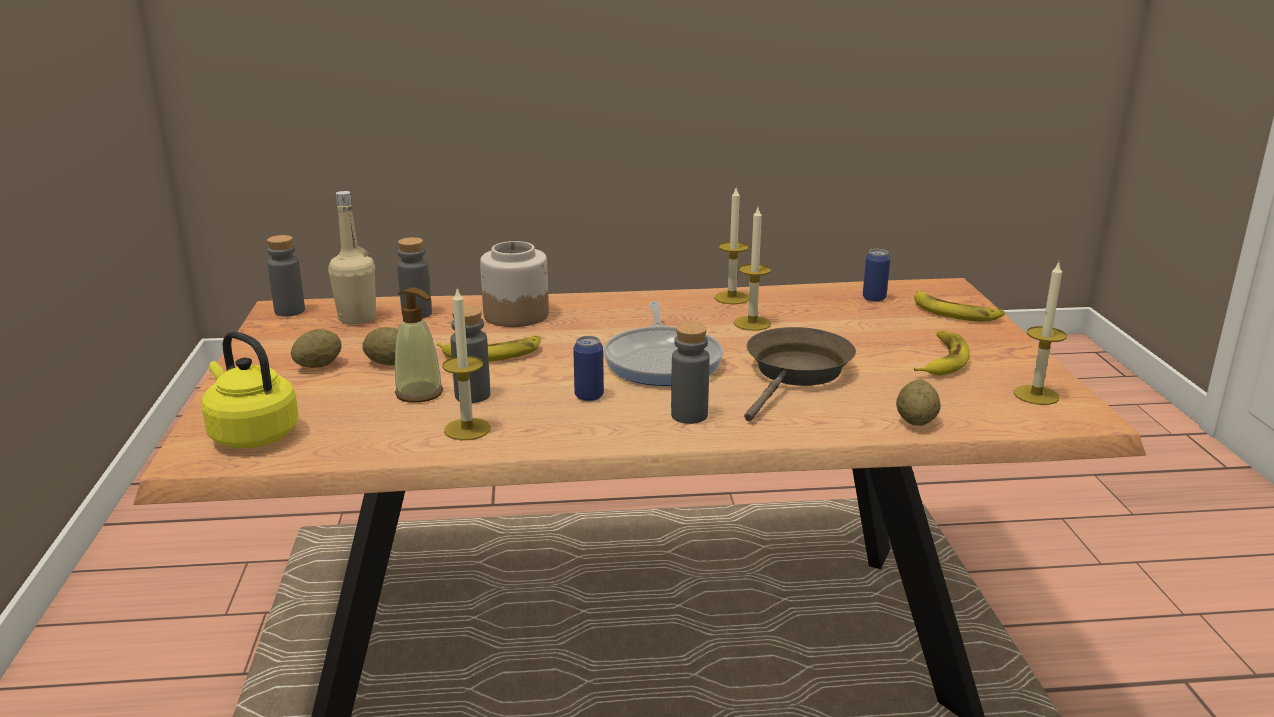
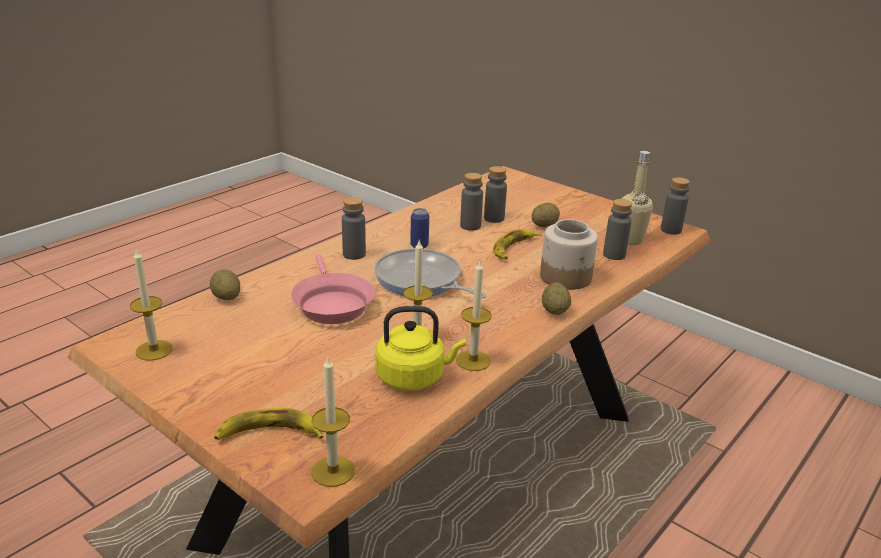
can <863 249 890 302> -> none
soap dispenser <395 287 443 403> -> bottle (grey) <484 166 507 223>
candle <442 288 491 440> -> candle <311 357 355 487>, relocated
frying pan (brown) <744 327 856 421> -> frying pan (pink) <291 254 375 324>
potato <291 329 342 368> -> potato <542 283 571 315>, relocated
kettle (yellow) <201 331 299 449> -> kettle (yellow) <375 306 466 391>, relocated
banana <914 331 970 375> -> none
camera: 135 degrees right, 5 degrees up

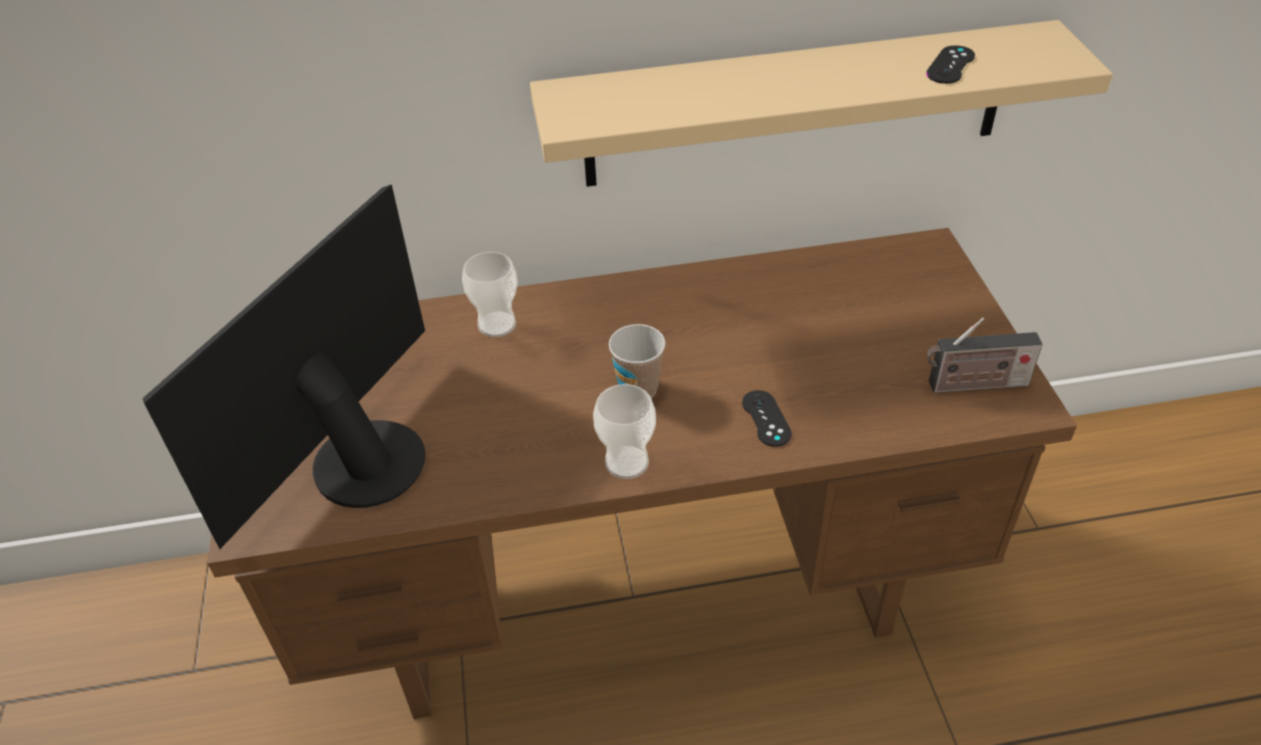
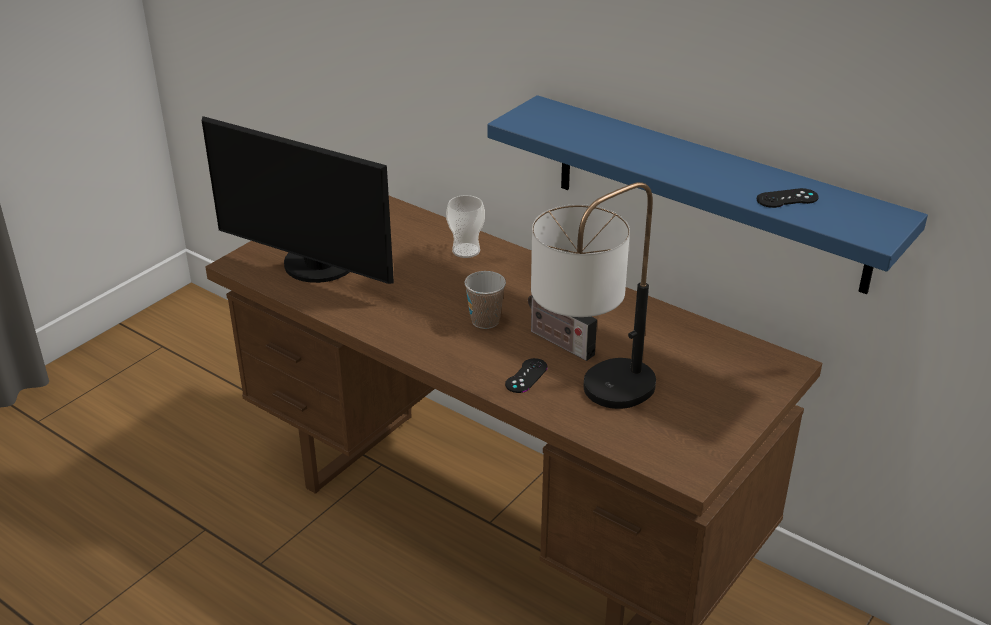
shelf (beige) <530 20 1113 187> -> shelf (blue) <487 95 928 294>
monitor <142 184 426 549> -> monitor <202 116 394 284>, 135 degrees counterclockwise
radio <926 317 1043 393> -> radio <528 295 597 361>, relocated
cup <593 384 656 479> -> none
none -> table lamp <531 182 656 409>
camera: 45 degrees right, 10 degrees down

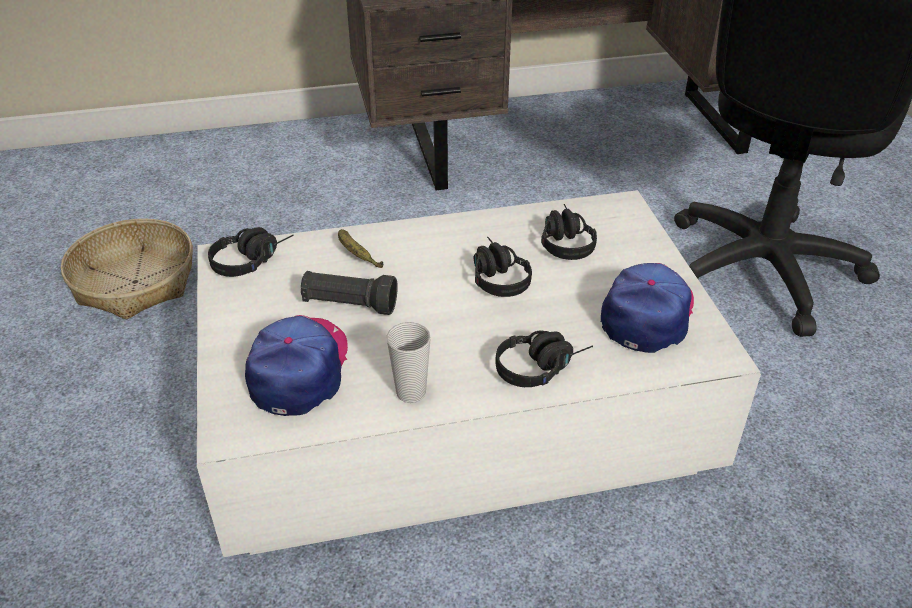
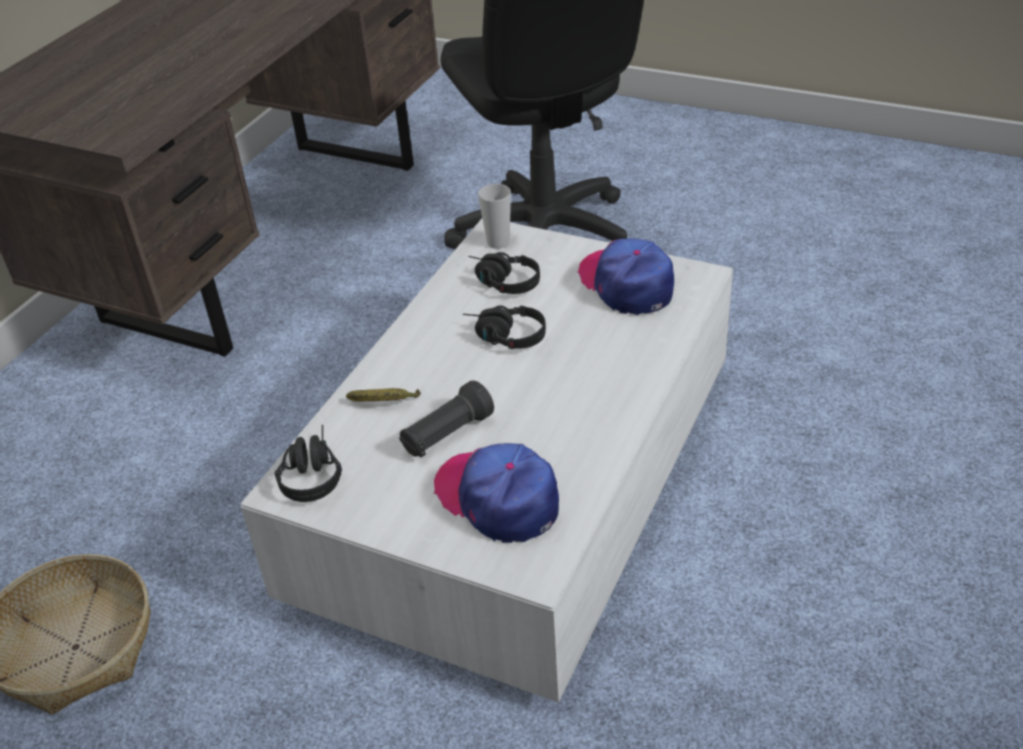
cup <386 322 431 403> -> cup <478 184 511 249>, relocated
headphones (black) <495 331 593 387> -> none
camera: 50 degrees left, 0 degrees up

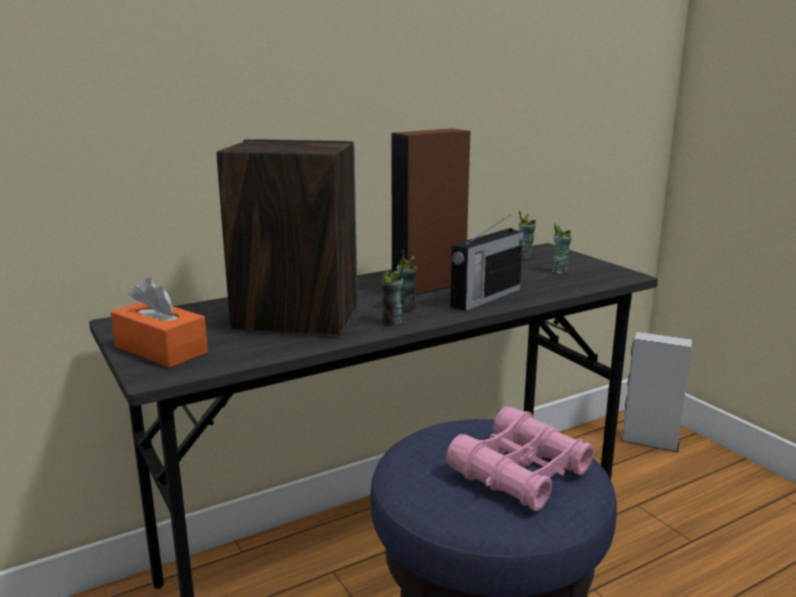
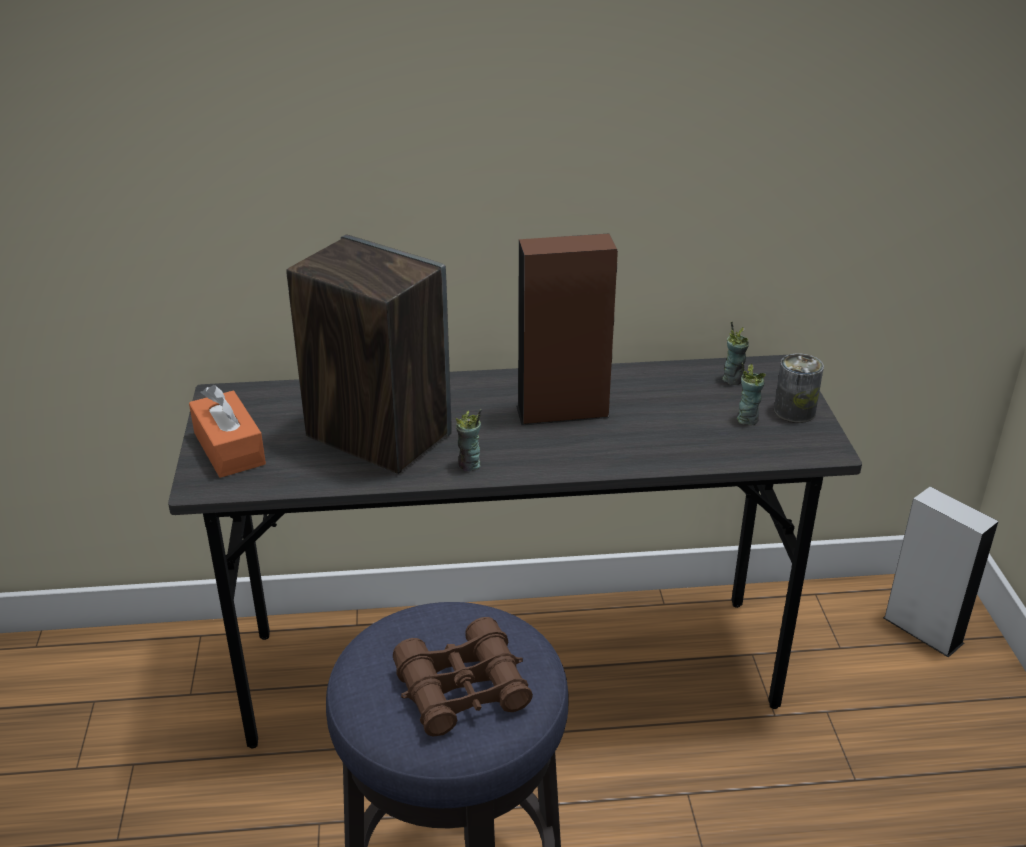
radio <450 215 524 311> -> none
cup <397 250 417 311> -> none
binoculars (pink) <446 406 594 511> -> binoculars (brown) <393 617 533 737>
none -> can <774 353 824 423>
camera: 25 degrees right, 15 degrees up

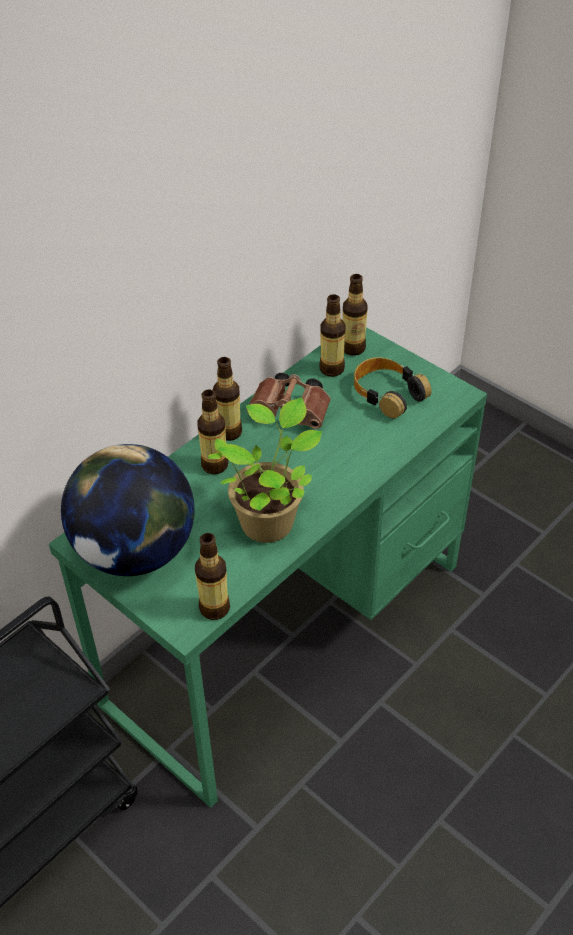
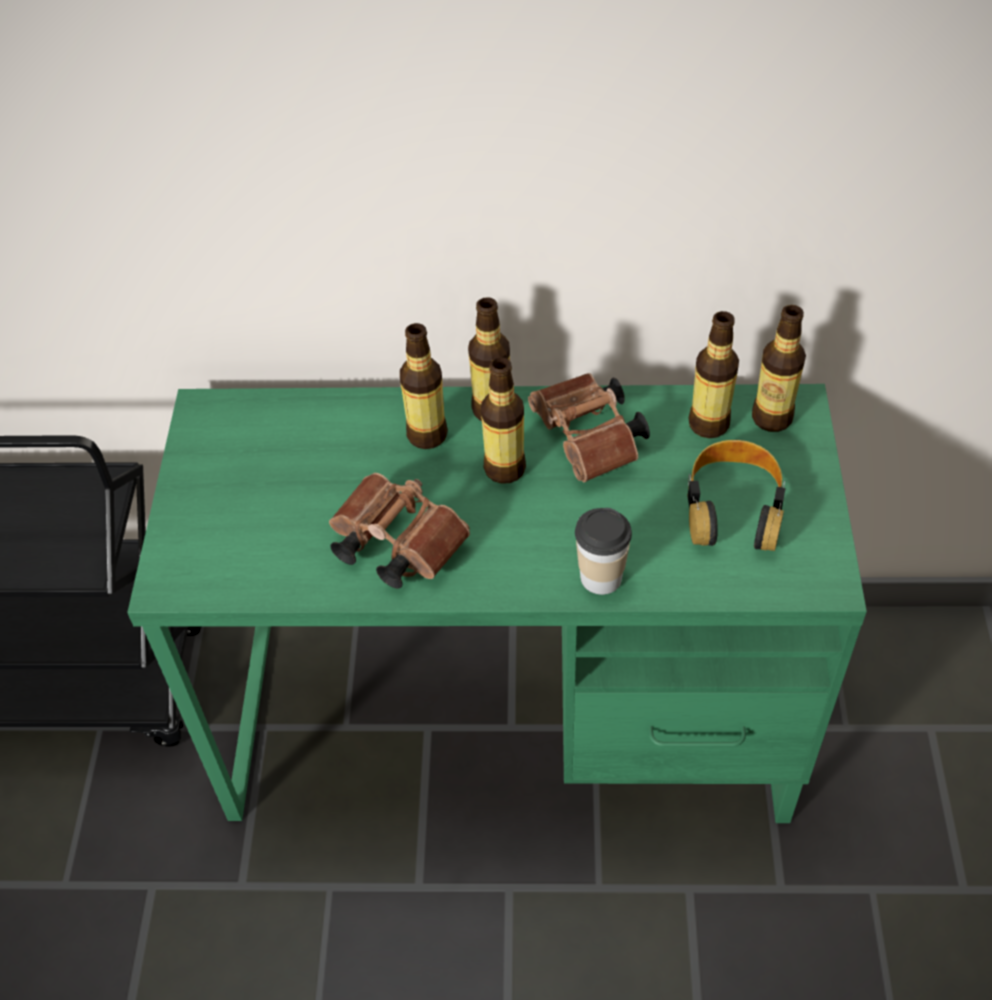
potted plant <208 398 322 543> -> binoculars (brown) <329 473 470 589>
globe <61 444 195 576> -> none
bottle <195 533 230 620> -> bottle <481 357 526 484>, relocated
none -> cup <575 508 632 595>
camera: 50 degrees right, 5 degrees up

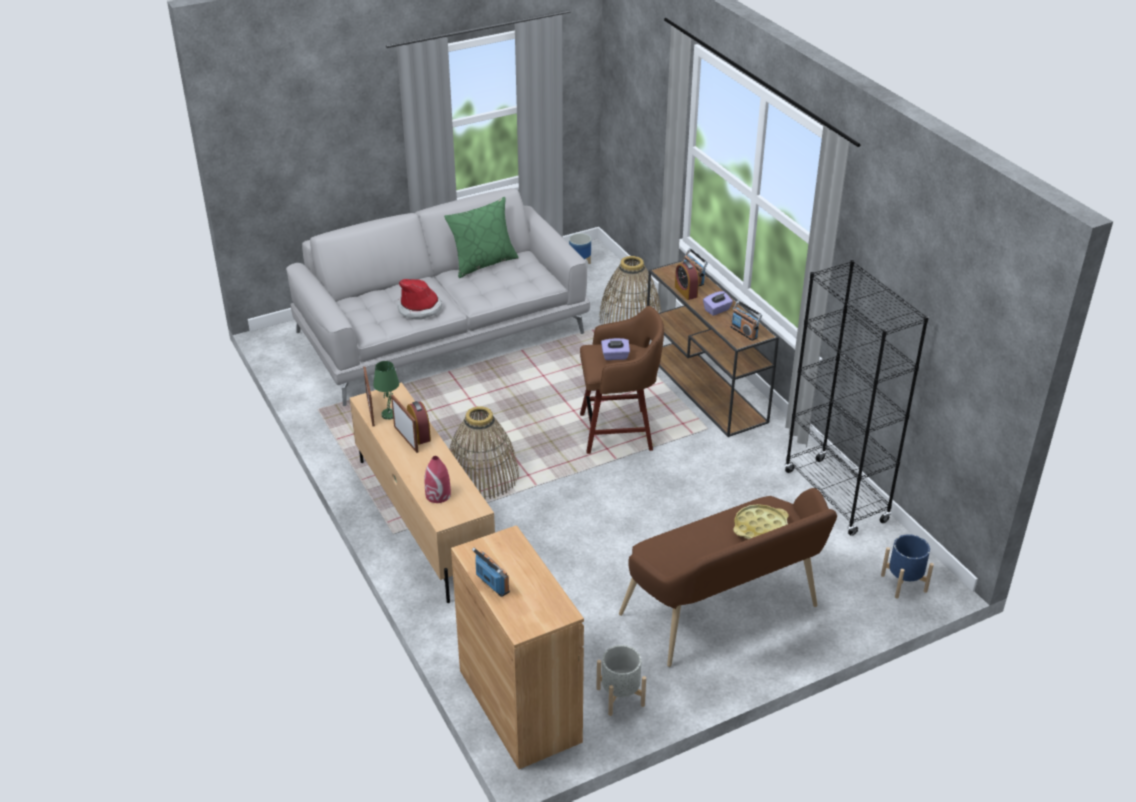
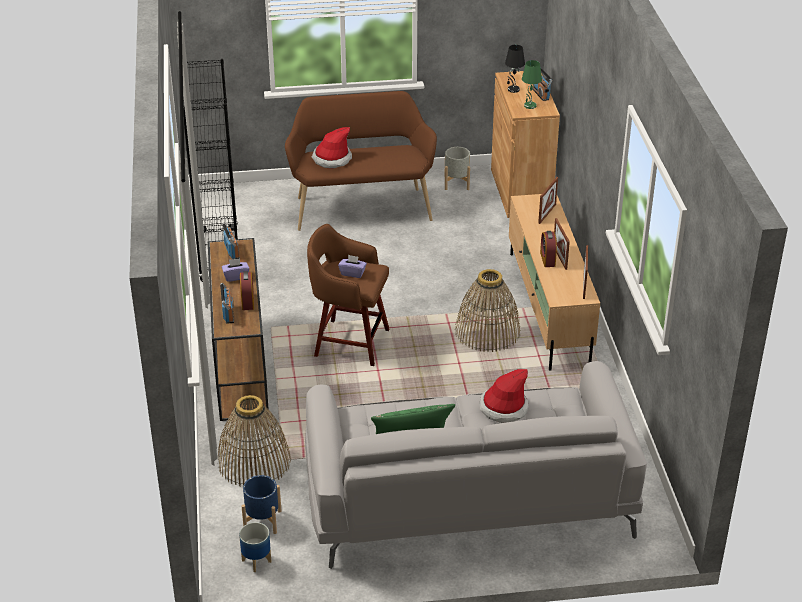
table lamp (green) <373 361 399 420> -> table lamp (green) <522 60 542 109>, relocated
vase (red) <424 456 451 503> -> picture frame <538 177 558 224>
tray (yellow) <733 504 789 539> -> hat <312 127 352 168>
planter (blue) <881 534 934 599> -> planter (blue) <241 475 281 534>, relocated
none -> table lamp (black) <505 45 525 93>
camera: 160 degrees left, 0 degrees up

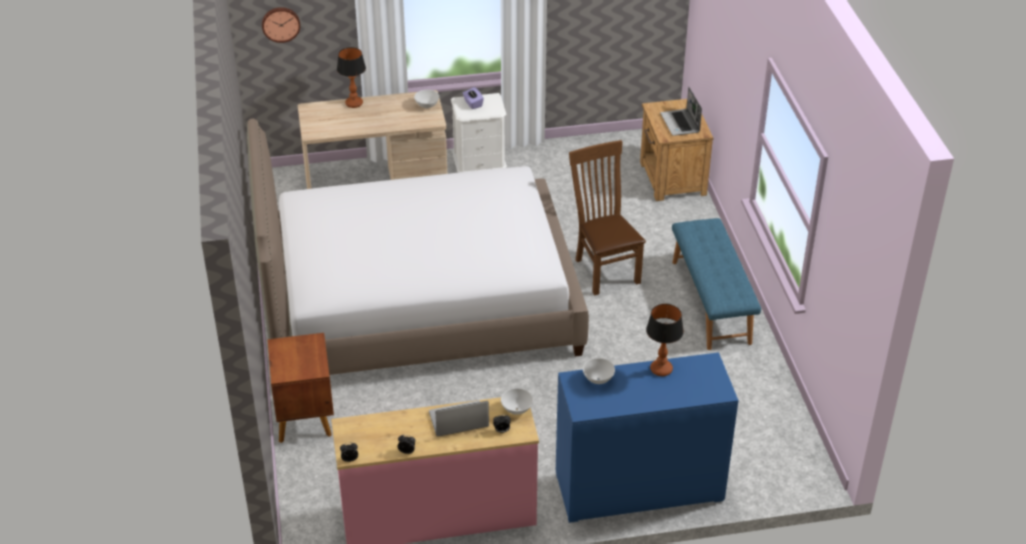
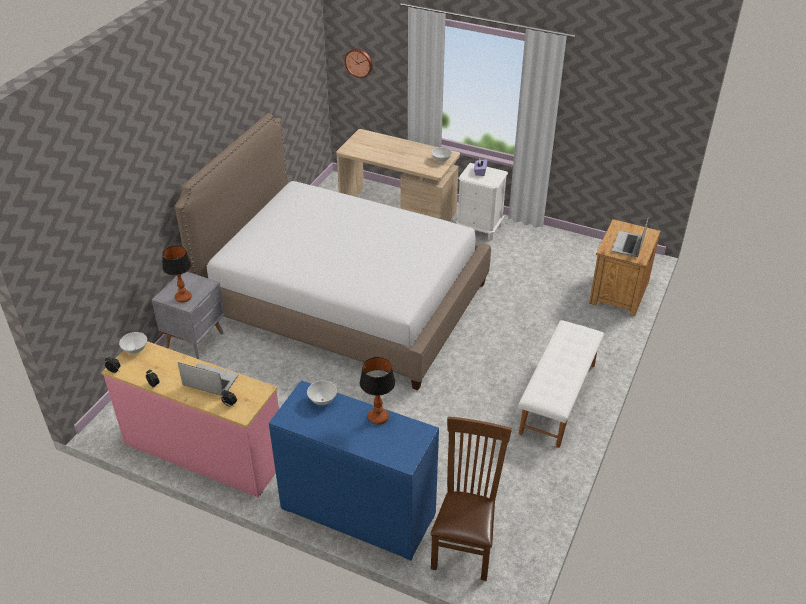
table lamp <337 47 366 108> -> table lamp <162 246 192 303>, relocated
chair (brown) <569 140 646 295> -> chair (brown) <431 416 512 581>, relocated
bench (blue) <672 218 761 350> -> bench (white) <519 320 604 448>
nightstand (brown) <267 333 334 443> -> nightstand (grey) <152 272 225 360>
bowl (white) <501 388 533 415> -> bowl (white) <119 332 147 354>, relocated
camera: 35 degrees right, 0 degrees up

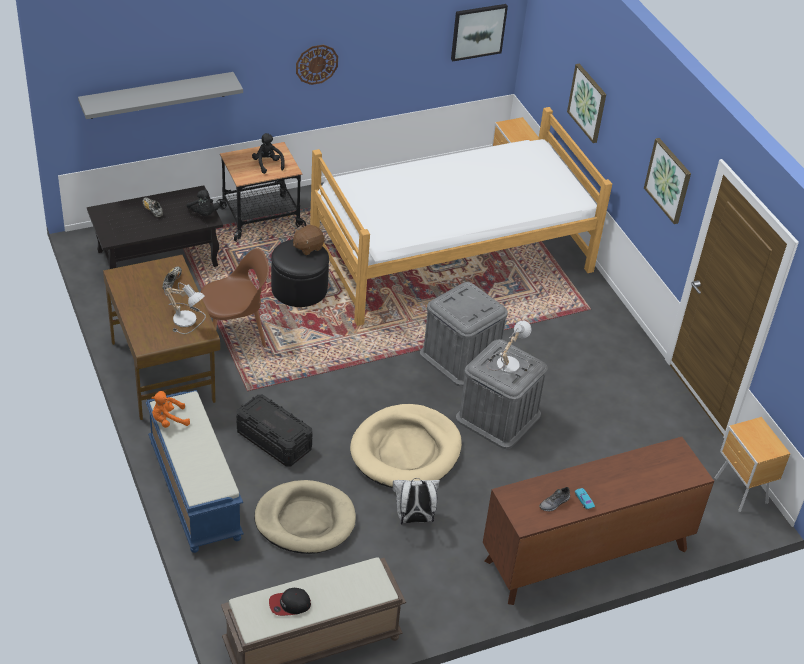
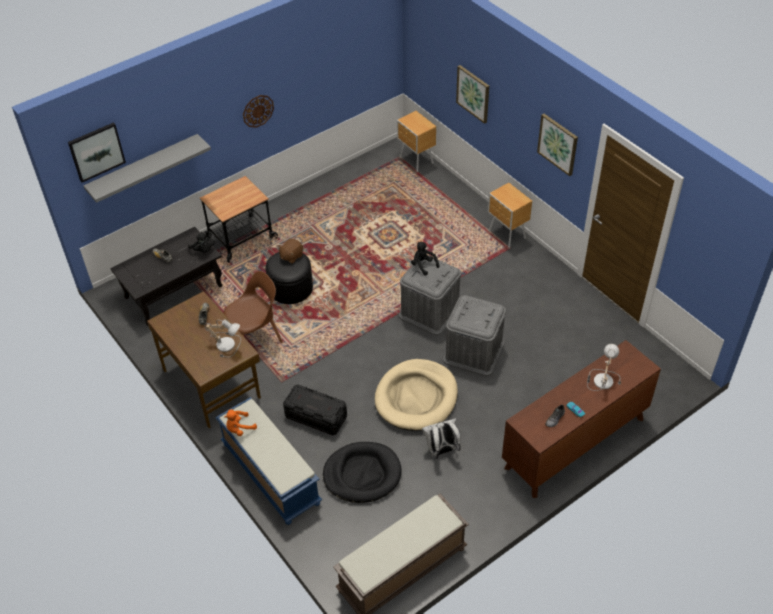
picture <451 4 508 61> -> picture <68 122 126 182>, relocated
bed <310 107 612 326> -> none
plush toy (black) <252 133 285 174> -> plush toy (black) <411 242 439 276>, relocated
table lamp <487 321 532 373> -> table lamp <587 344 621 391>, relocated
nightstand (brown) <715 417 791 512> -> nightstand (brown) <488 183 532 248>, relocated
dog bed (beige) <254 480 356 554> -> dog bed (black) <323 442 402 503>
cap <269 588 311 616> -> none
camera: 10 degrees left, 5 degrees up

